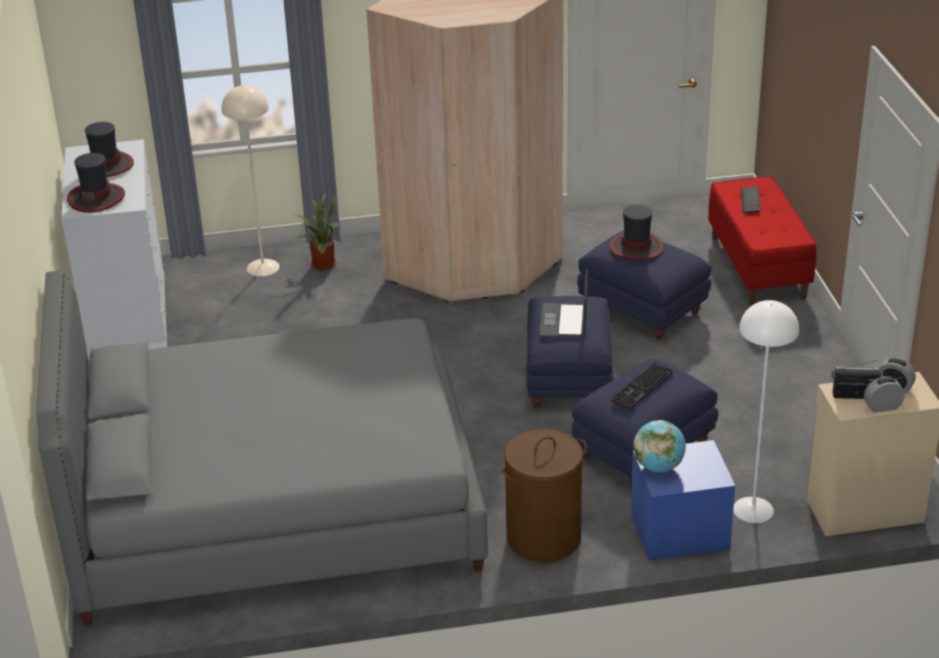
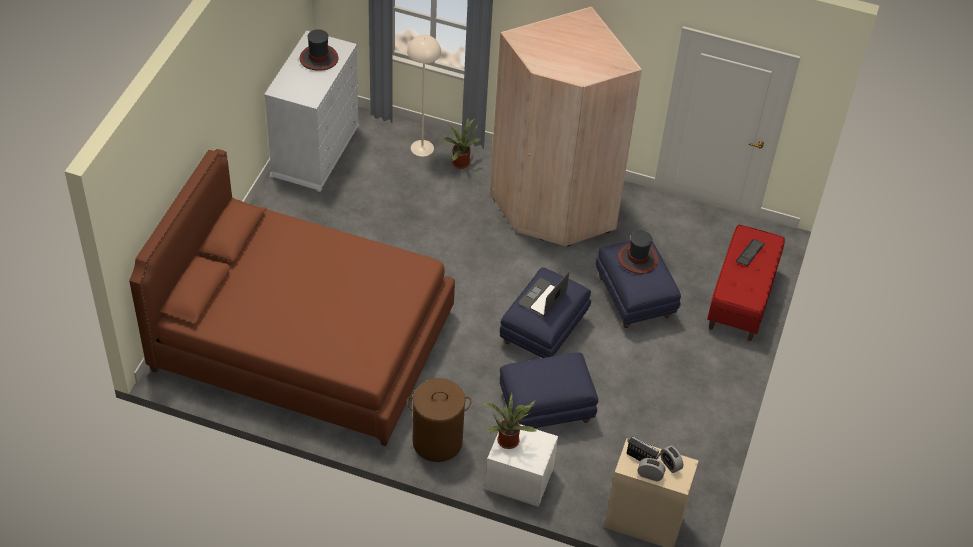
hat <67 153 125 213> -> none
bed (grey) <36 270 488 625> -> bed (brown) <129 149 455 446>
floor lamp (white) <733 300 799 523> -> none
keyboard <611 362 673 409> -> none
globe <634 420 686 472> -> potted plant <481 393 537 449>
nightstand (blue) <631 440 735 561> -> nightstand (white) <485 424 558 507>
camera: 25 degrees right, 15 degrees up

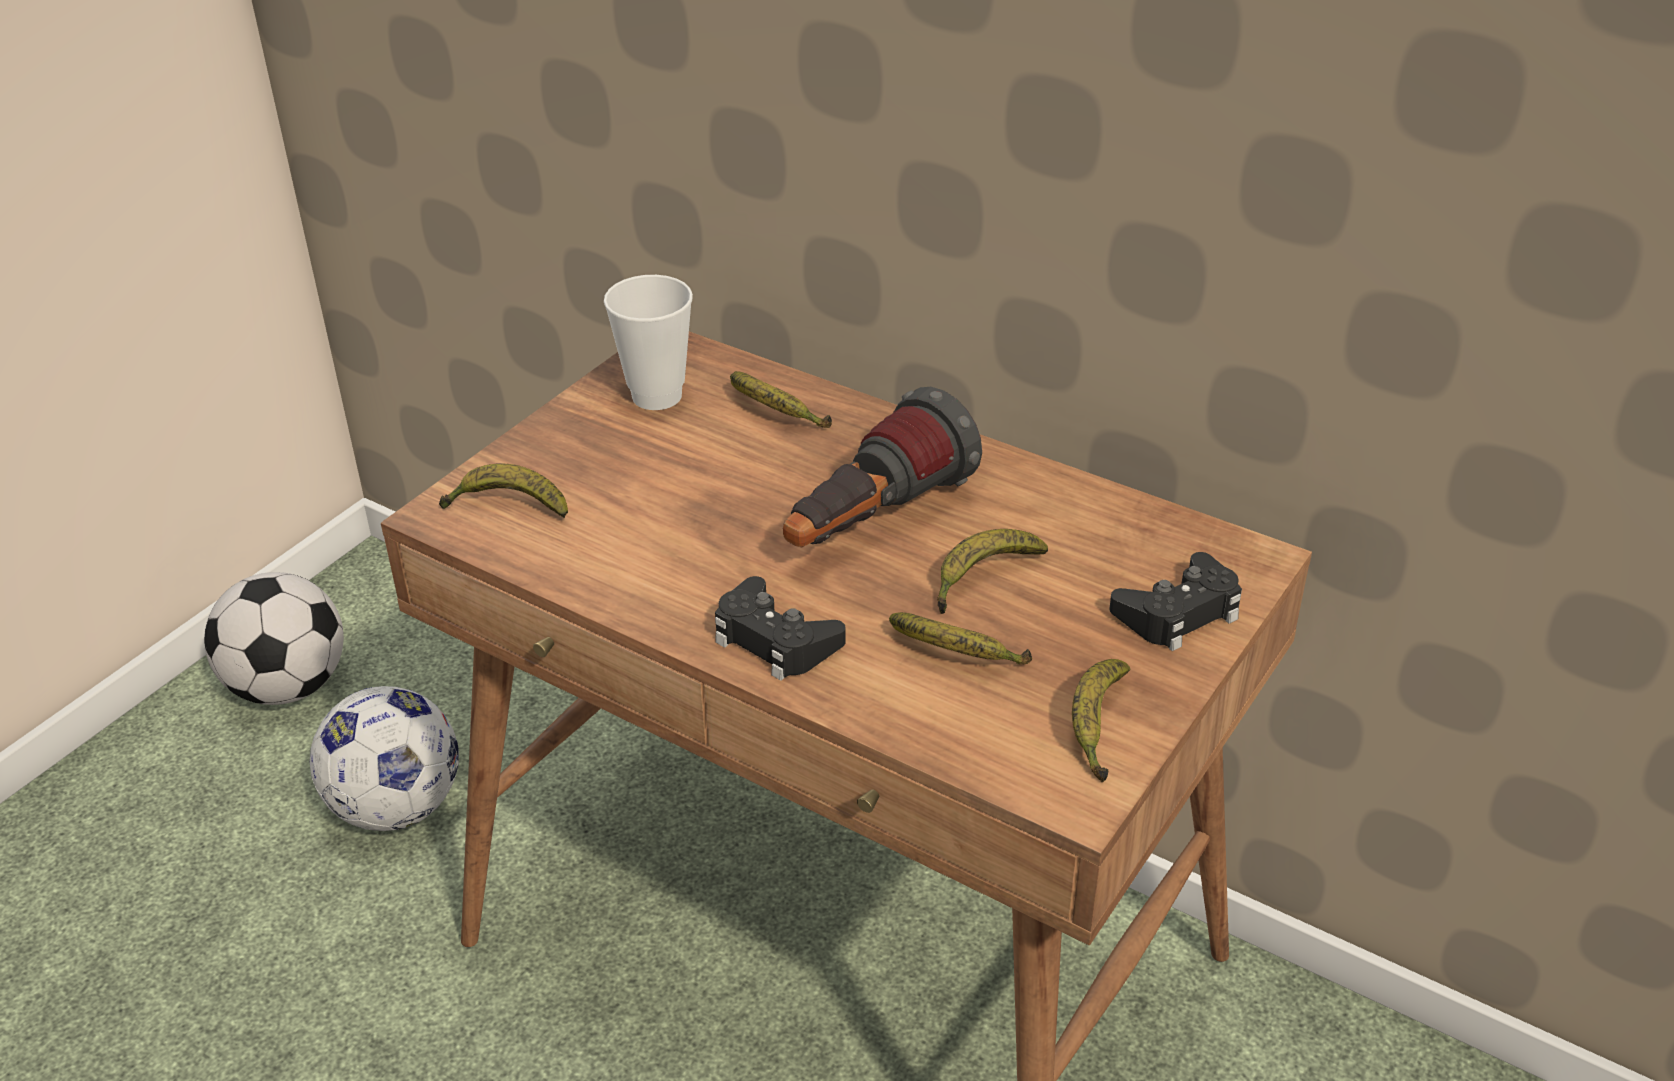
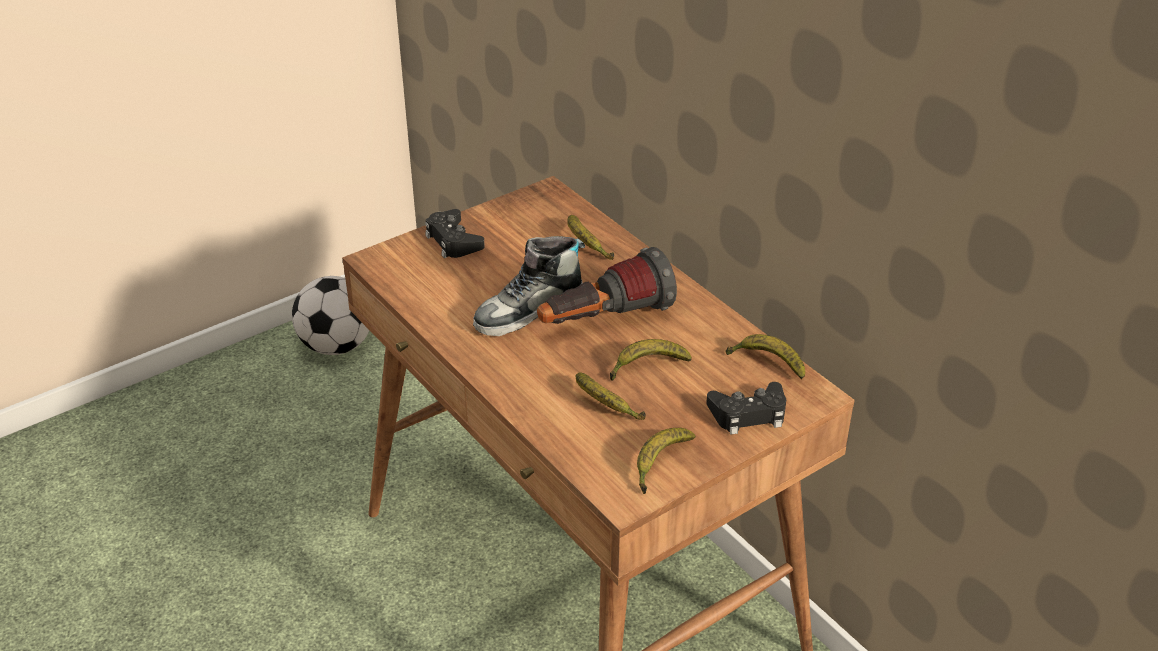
cup <604 275 693 410> -> none
banana <439 463 568 518> -> banana <725 334 805 379>, relocated
game controller (black) <715 576 846 680> -> game controller (black) <425 209 485 258>, relocated
football <309 686 459 831> -> none
none -> shoe <473 236 585 336>
camera: 20 degrees right, 0 degrees up

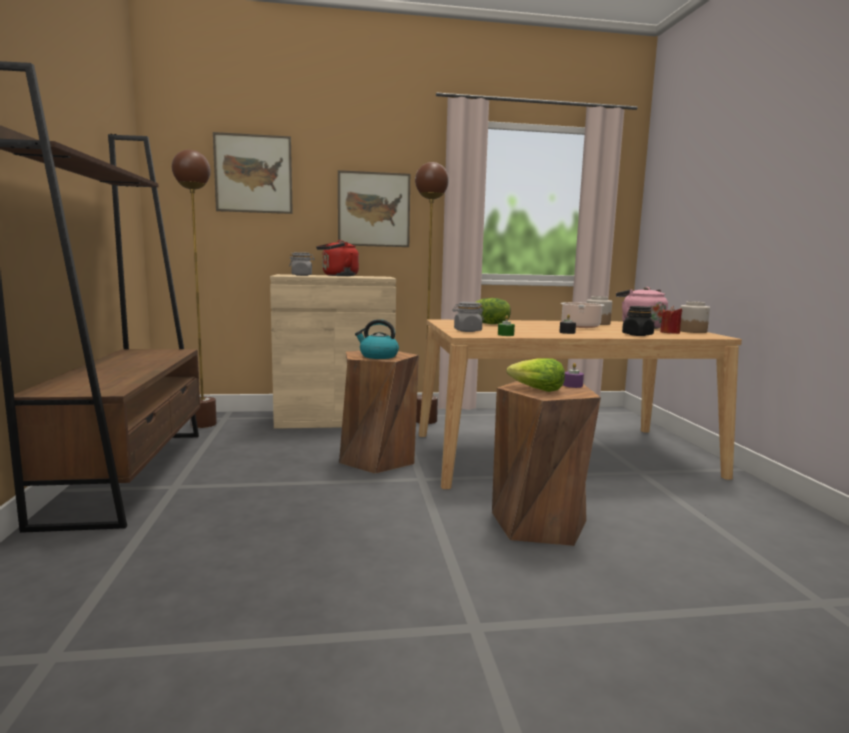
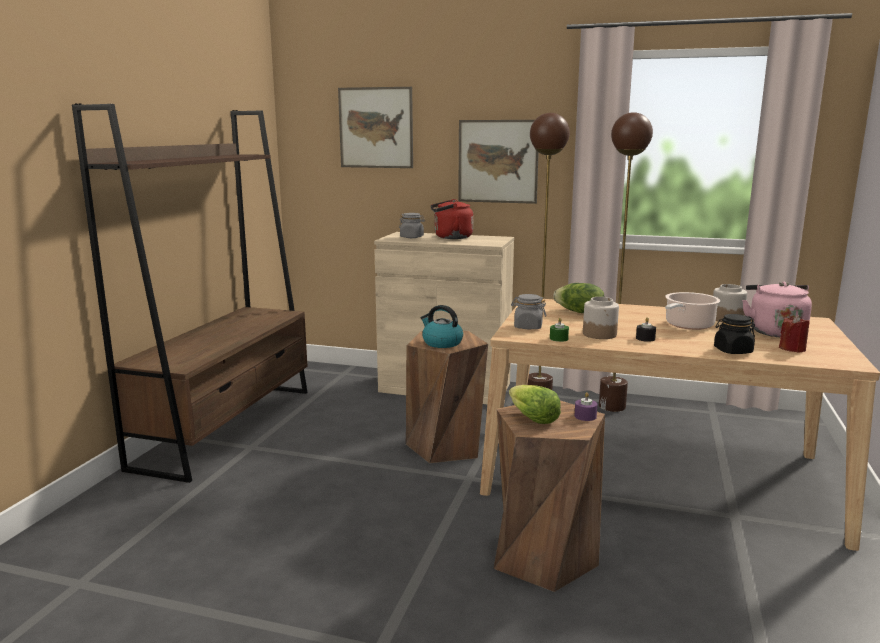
floor lamp (brown) <172 150 217 428> -> floor lamp (brown) <599 112 653 412>, relocated
jar <680 301 710 333> -> jar <583 297 619 339>, relocated
camera: 25 degrees right, 5 degrees up

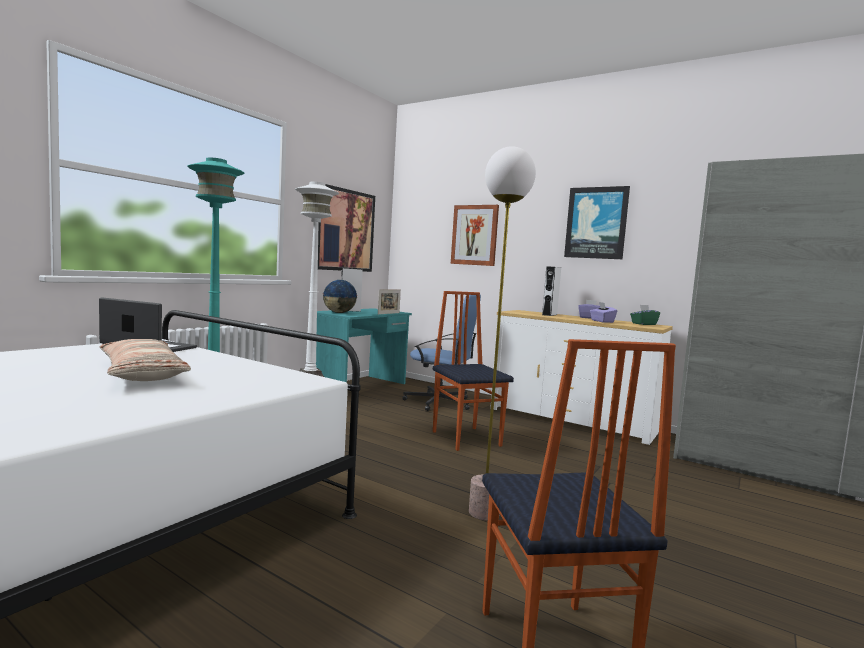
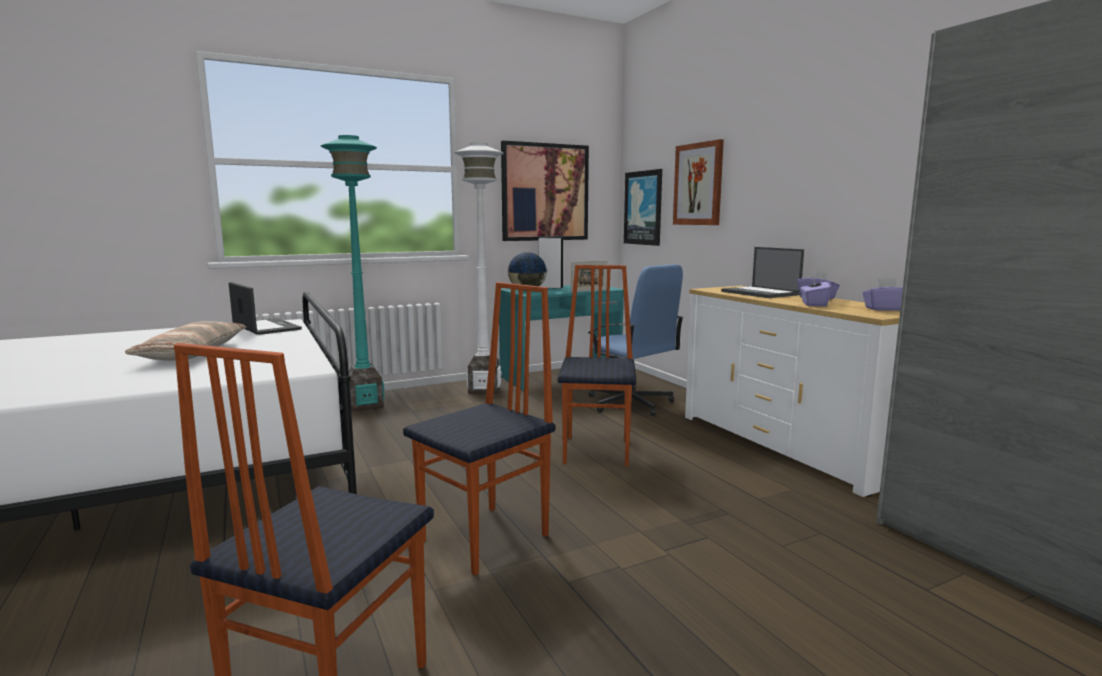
floor lamp <469 146 536 520> -> chair <403 282 555 576>
picture <564 186 630 259> -> picture <624 169 662 246>, relocated
speaker (white) <542 266 561 316> -> laptop <721 247 804 298>
tissue box (green) <630 305 660 325> -> tissue box (purple) <863 278 903 311>
camera: 30 degrees right, 5 degrees up

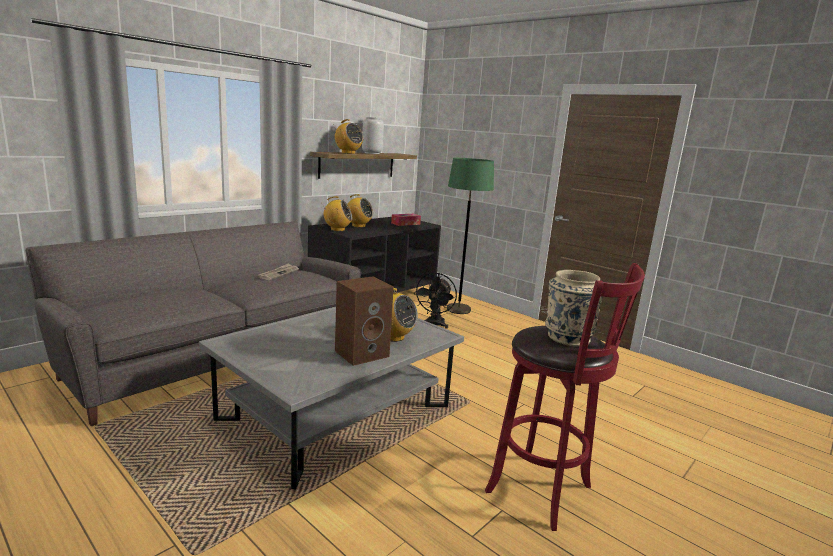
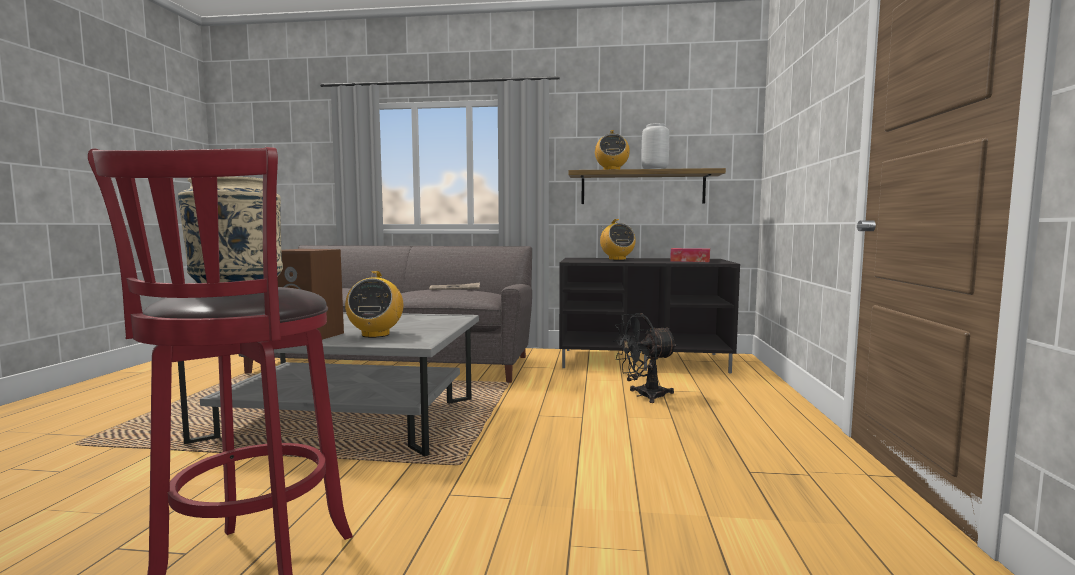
floor lamp (green) <447 158 494 314> -> none
radio <321 196 353 231> -> none
camera: 55 degrees right, 10 degrees down

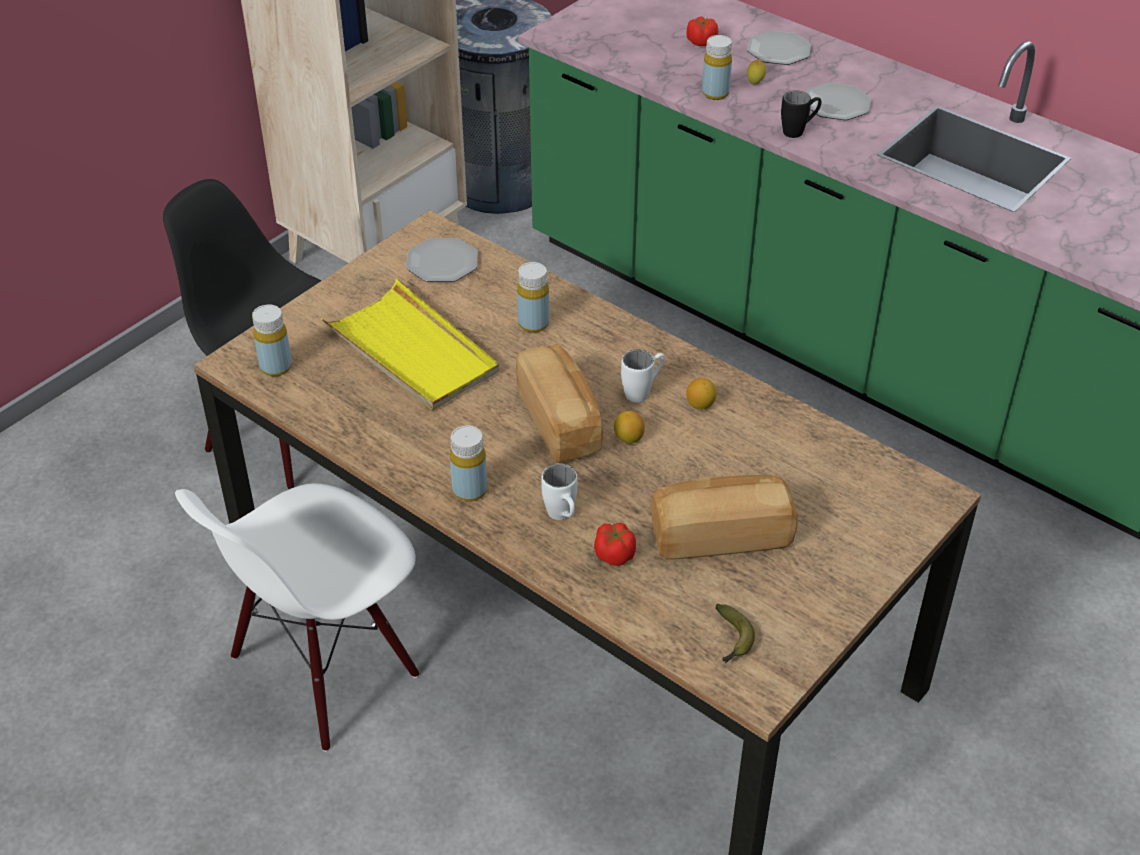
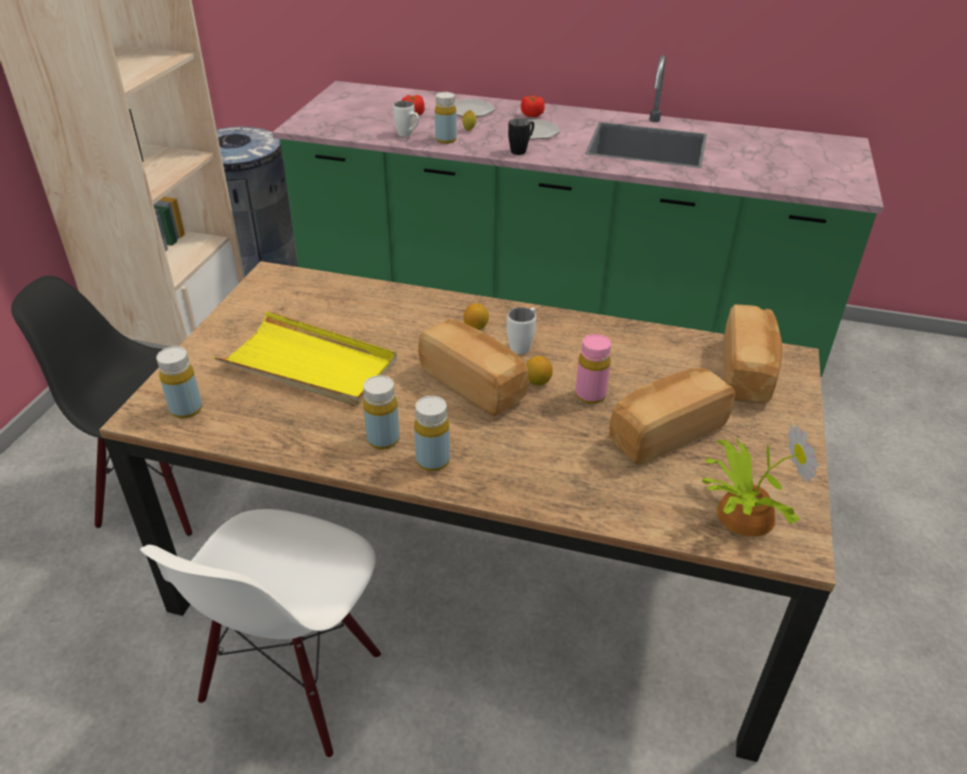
plate <406 238 478 282> -> none
bottle (yellow) <517 262 549 333> -> bottle (yellow) <363 375 400 450>, relocated
lemon <686 378 717 410> -> lemon <464 303 489 330>, relocated
mug (white) <541 464 577 520> -> mug (white) <393 101 419 136>, relocated
tomato <594 523 636 566> -> tomato <521 95 545 117>, relocated
banana <716 604 755 663> -> potted plant <702 423 819 537>
none -> bread <723 304 782 403>
none -> bottle (pink) <575 334 611 404>
camera: 25 degrees left, 5 degrees down

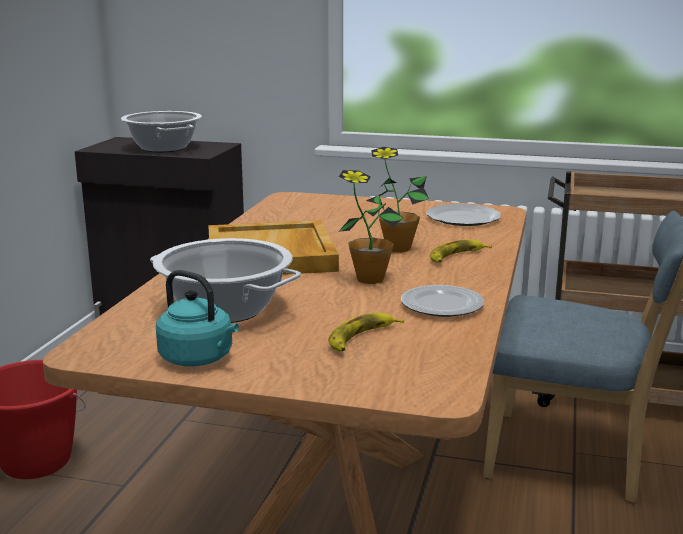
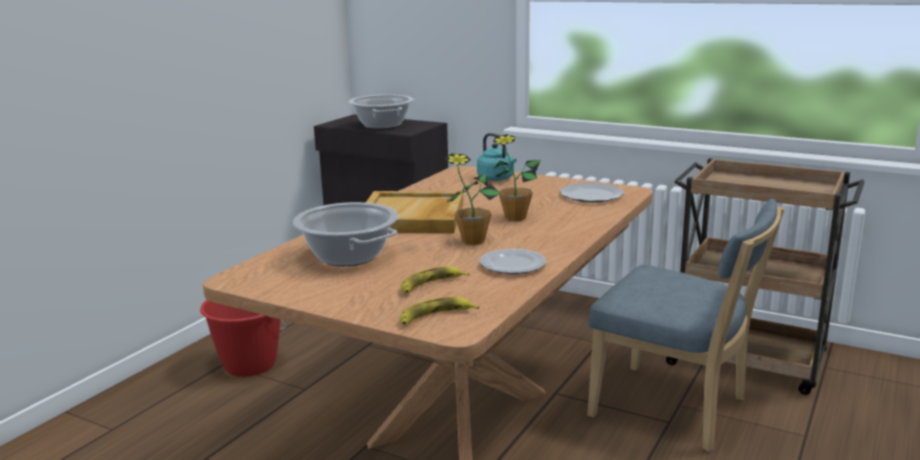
banana <430 239 492 263> -> banana <400 297 479 325>, relocated
kettle (turquoise) <156 270 239 366> -> kettle (turquoise) <477 133 517 181>, relocated
camera: 15 degrees right, 0 degrees up

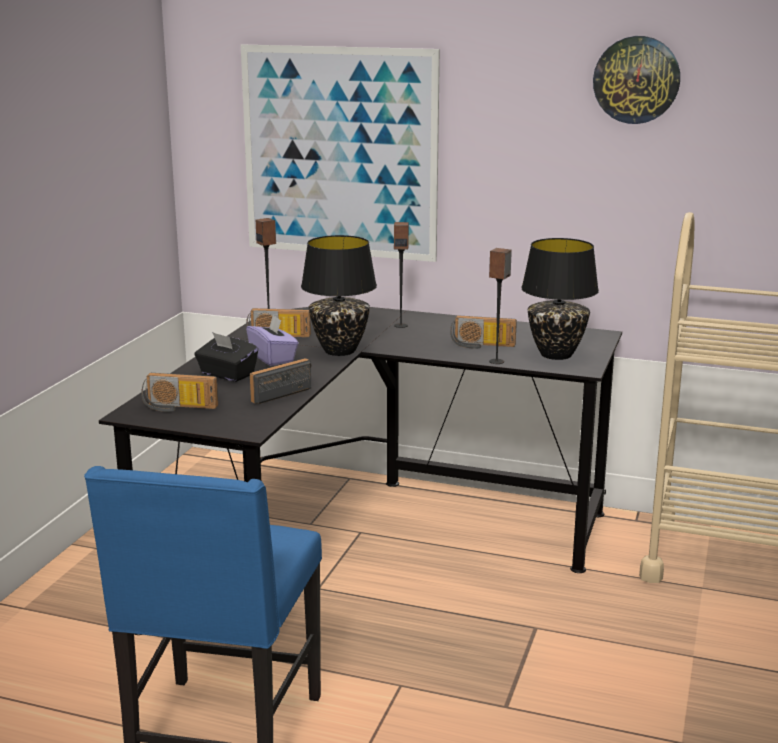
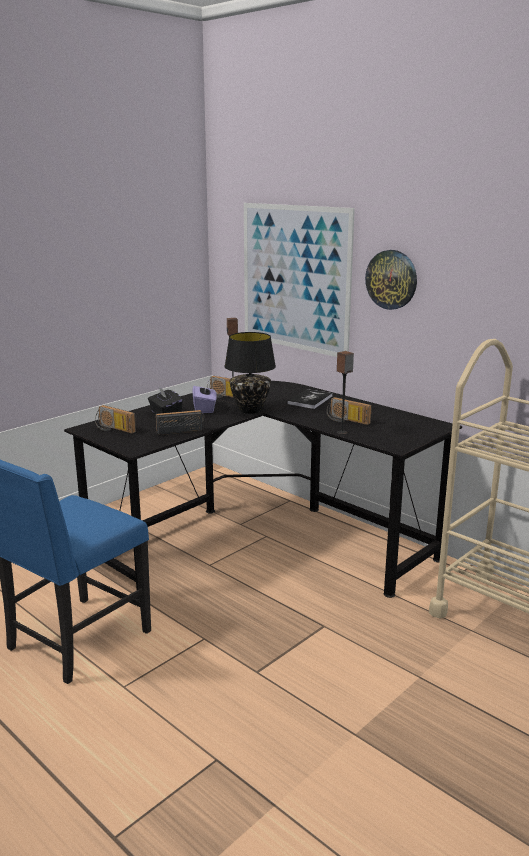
wall clock <593 36 680 124> -> wall clock <365 250 417 310>, relocated
speaker <394 222 409 328> -> book <287 389 333 409>
table lamp (black) <521 238 599 360> -> none
camera: 25 degrees right, 0 degrees up

